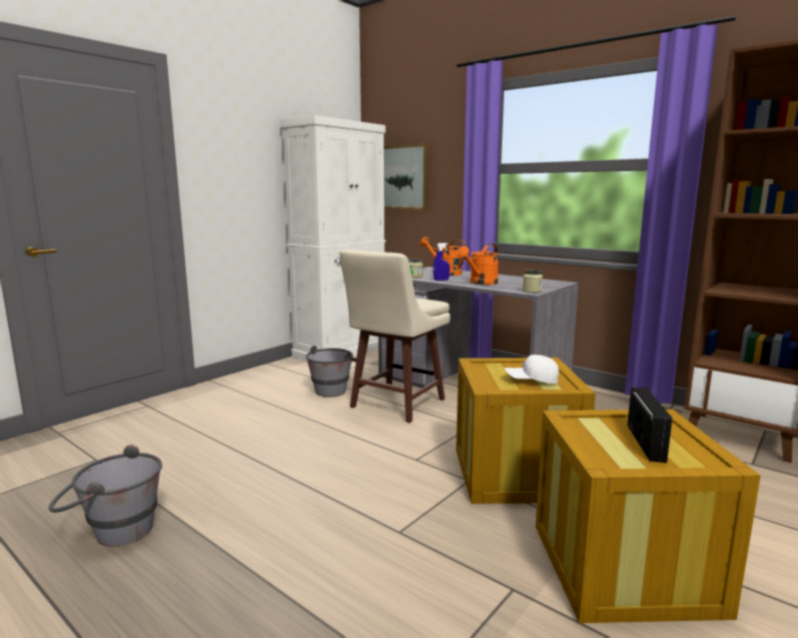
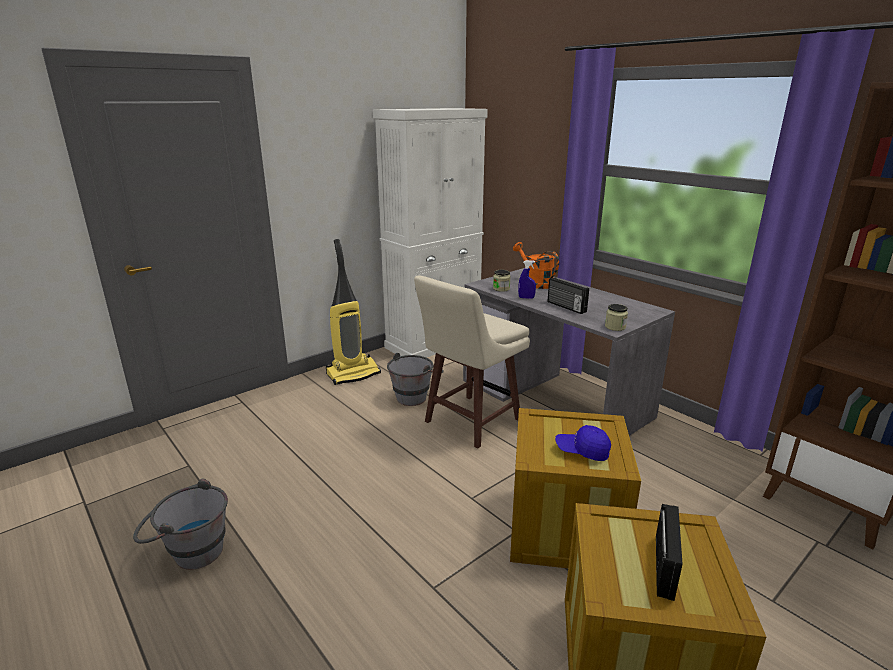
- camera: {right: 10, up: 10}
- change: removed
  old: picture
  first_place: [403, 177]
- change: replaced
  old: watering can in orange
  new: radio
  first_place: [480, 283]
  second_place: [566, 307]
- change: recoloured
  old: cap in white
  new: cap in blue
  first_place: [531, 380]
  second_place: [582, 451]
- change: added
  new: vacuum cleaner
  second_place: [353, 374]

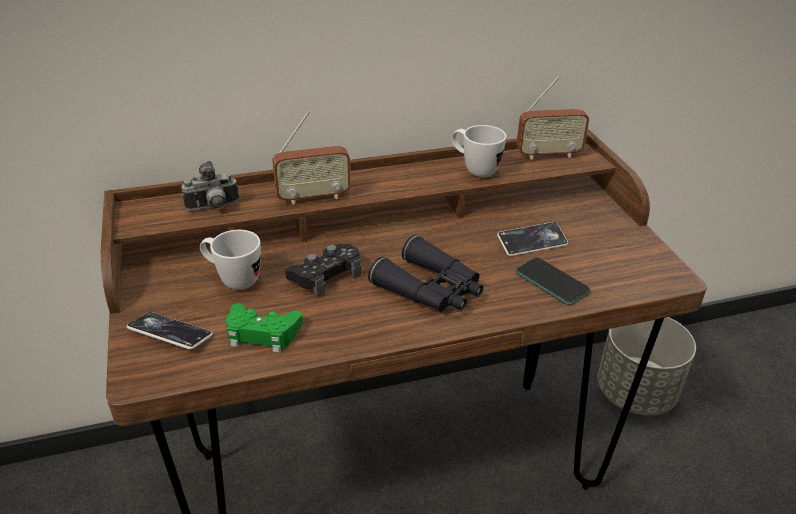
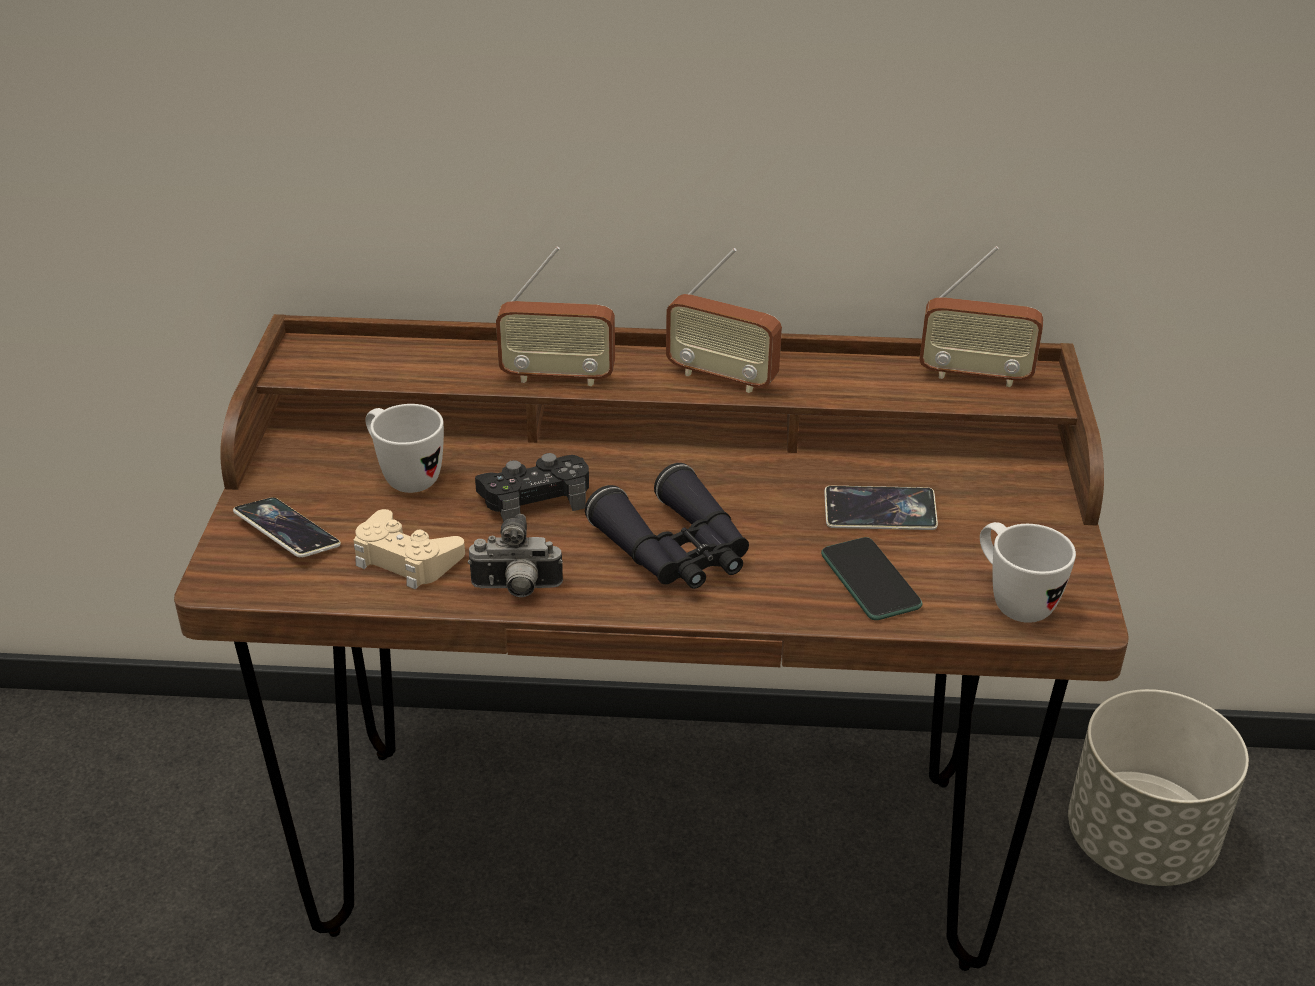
- camera: {right: 20, up: 0}
- change: moved
  old: mug in white
  first_place: [474, 169]
  second_place: [1012, 600]
- change: moved
  old: photo camera
  first_place: [213, 207]
  second_place: [516, 589]
- change: recoloured
  old: game controller in green
  new: game controller in beige
  first_place: [262, 333]
  second_place: [405, 559]
- change: added
  new: radio
  second_place: [722, 377]

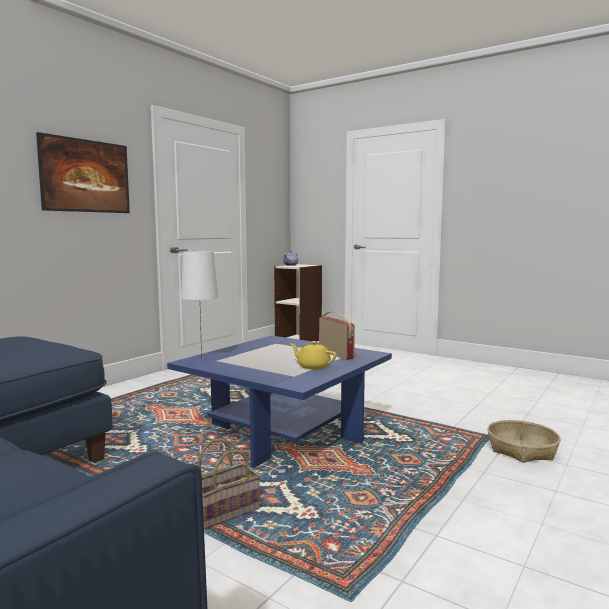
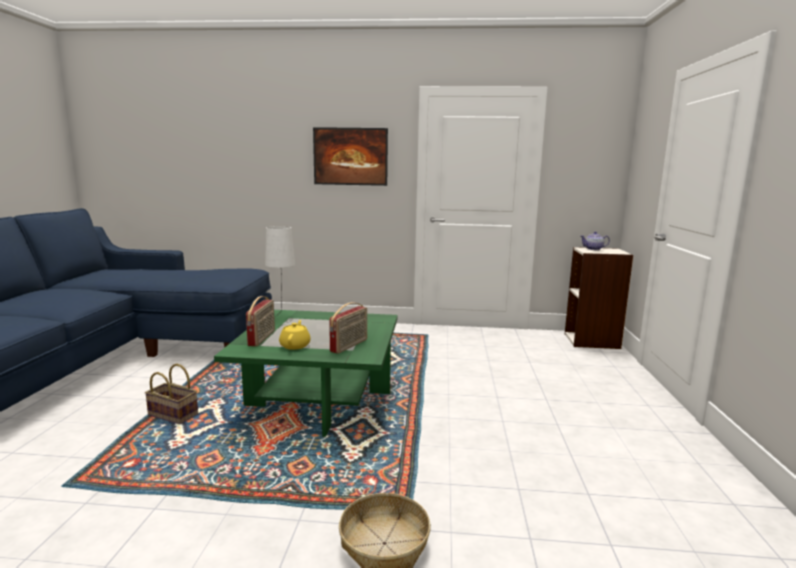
- camera: {right: 60, up: 5}
- change: recoloured
  old: coffee table in blue
  new: coffee table in green
  first_place: [284, 434]
  second_place: [319, 400]
- change: added
  new: radio
  second_place: [262, 338]

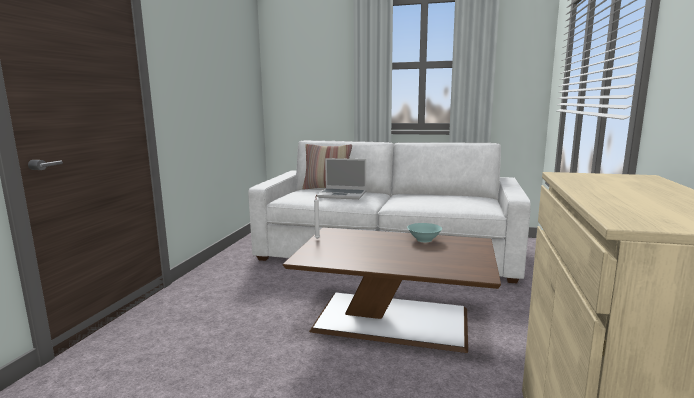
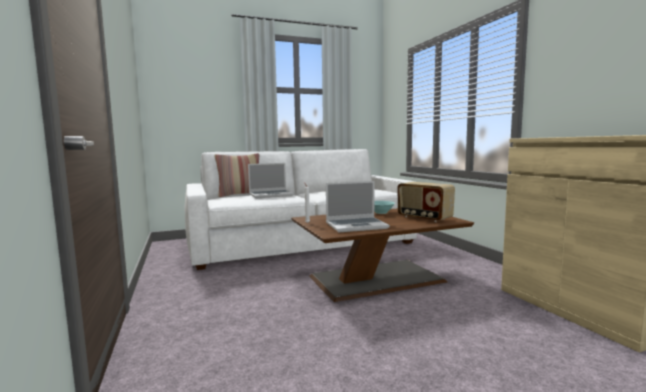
- camera: {right: -35, up: -5}
- change: added
  new: laptop
  second_place: [357, 226]
- change: added
  new: radio
  second_place: [424, 218]

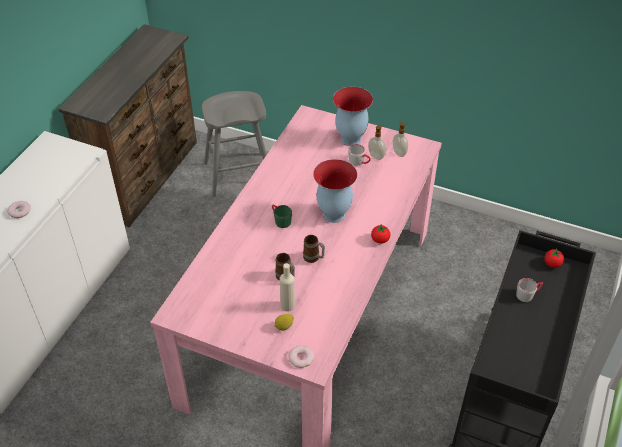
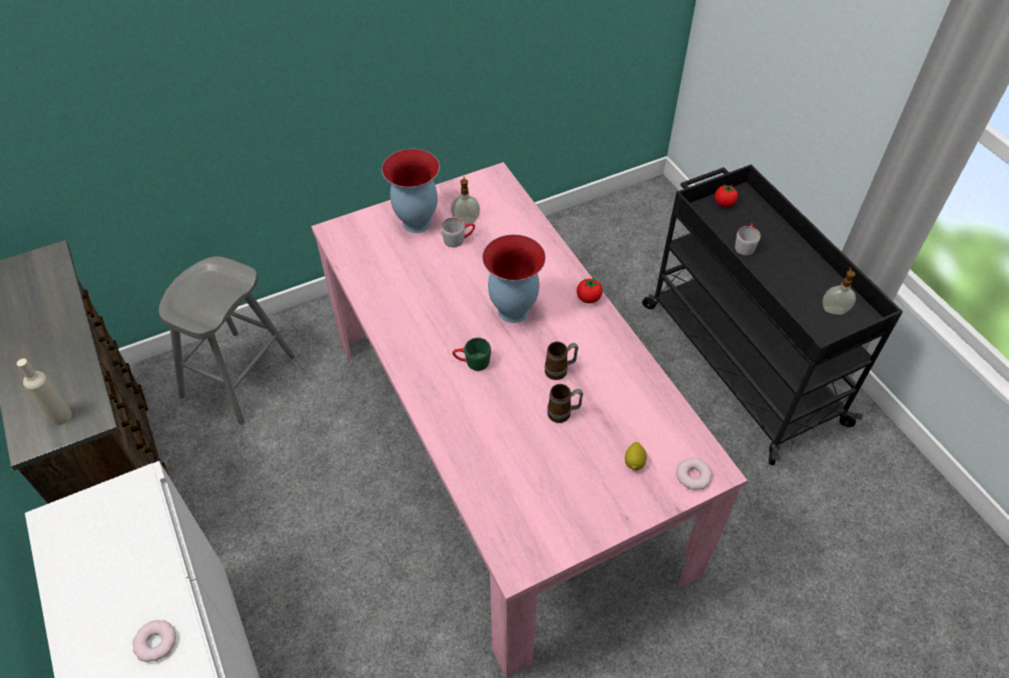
- camera: {right: -50, up: 5}
- change: moved
  old: soap dispenser
  first_place: [399, 153]
  second_place: [834, 310]
- change: moved
  old: bottle in beige
  first_place: [287, 305]
  second_place: [60, 416]

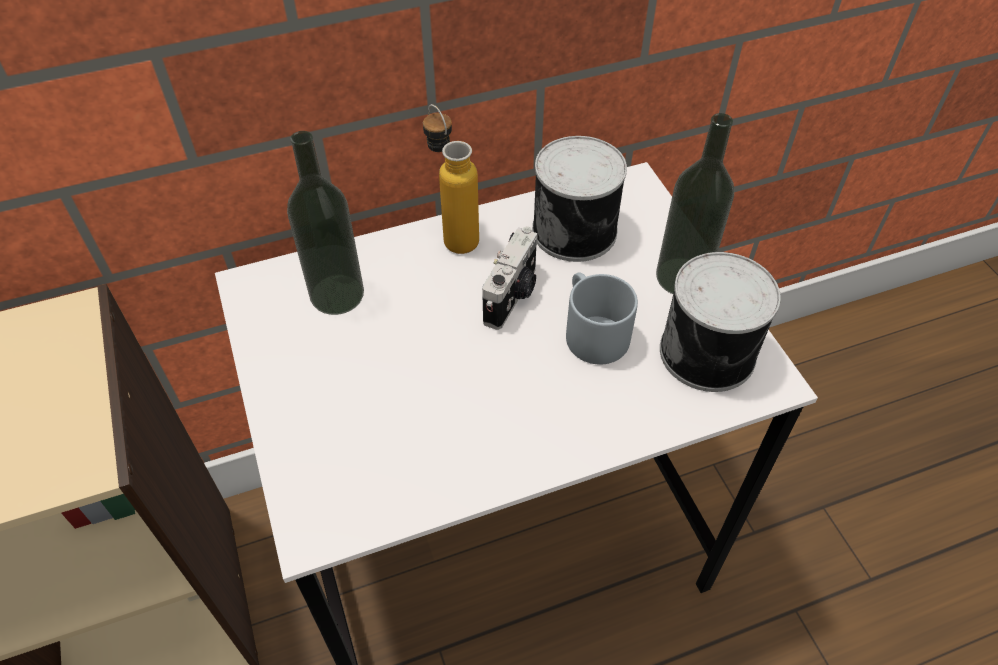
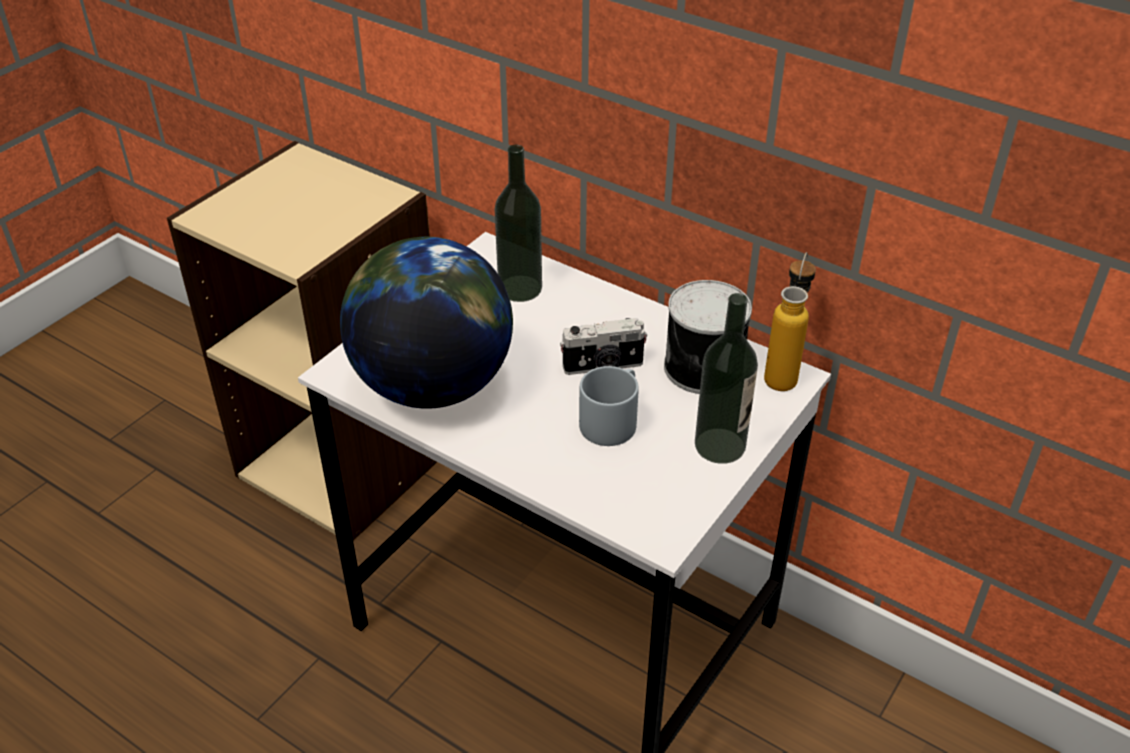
- camera: {right: 55, up: -10}
- change: moved
  old: bottle
  first_place: [453, 234]
  second_place: [783, 373]
- change: removed
  old: can
  first_place: [710, 353]
- change: added
  new: globe
  second_place: [432, 385]

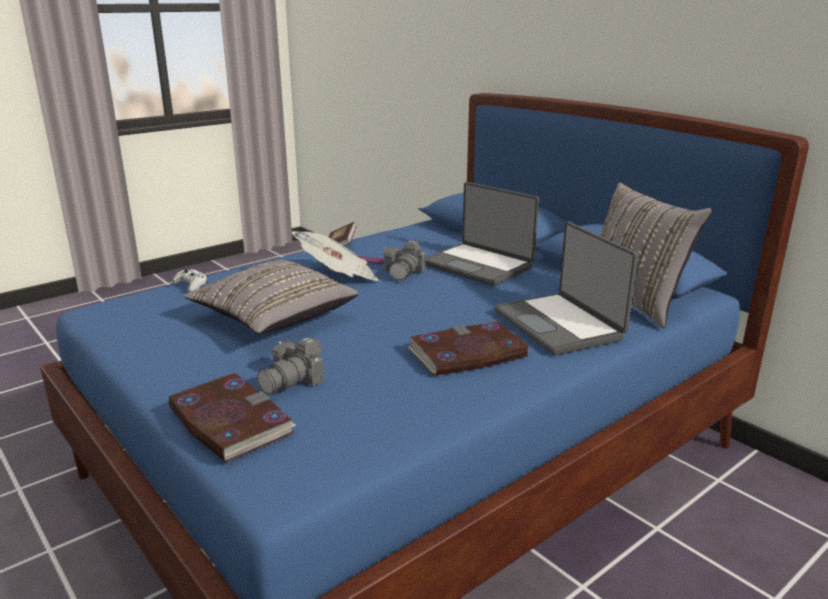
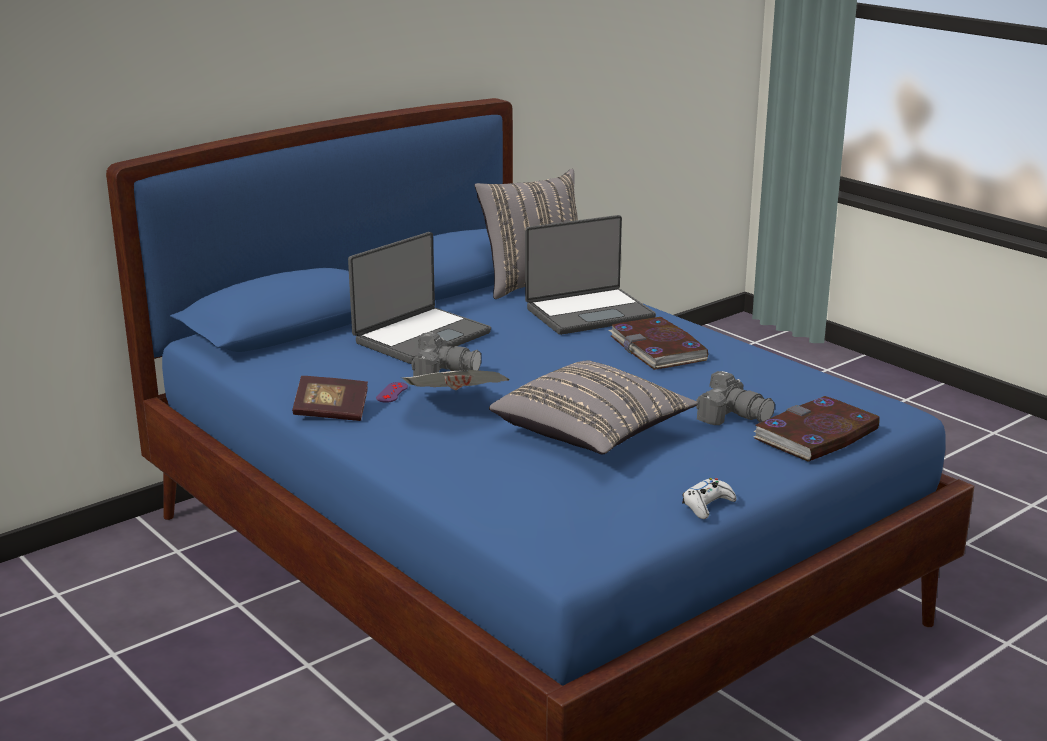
- camera: {right: -90, up: 0}
- change: moved
  old: game controller in white
  first_place: [191, 285]
  second_place: [707, 505]

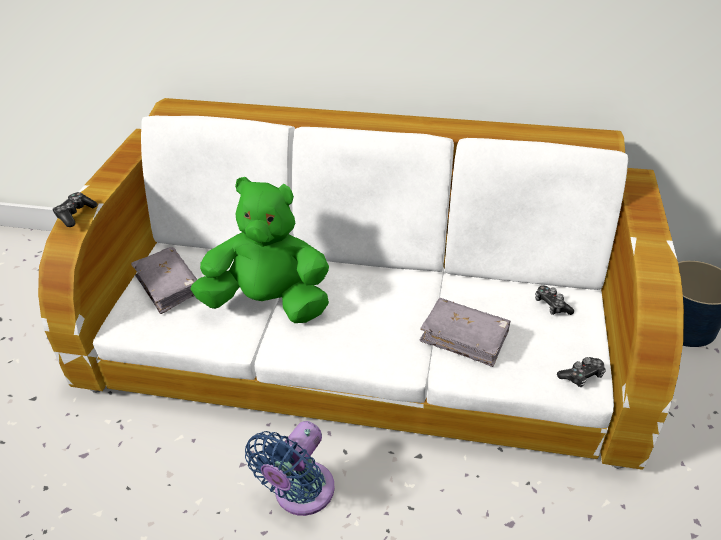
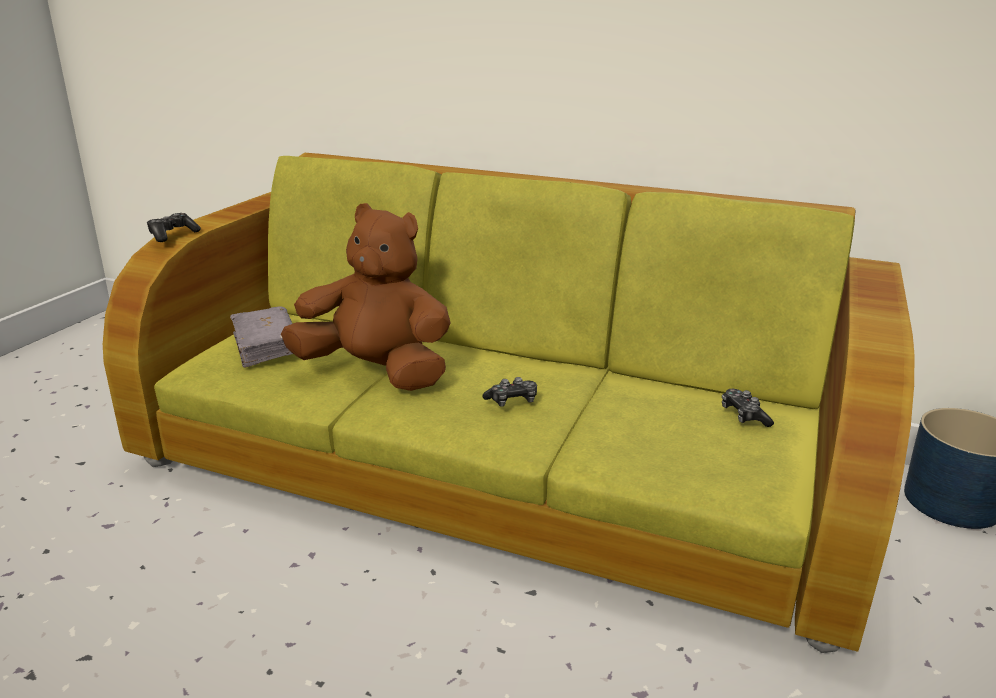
- camera: {right: 10, up: -15}
- change: recoloured
  old: sofa in white
  new: sofa in green
  first_place: [363, 344]
  second_place: [498, 464]
- change: recoloured
  old: plush toy in green
  new: plush toy in brown
  first_place: [269, 303]
  second_place: [376, 372]
- change: removed
  old: book in grey
  first_place: [464, 338]
- change: moved
  old: game controller
  first_place: [581, 376]
  second_place: [512, 401]
- change: removed
  old: fan in blue
  first_place: [300, 494]

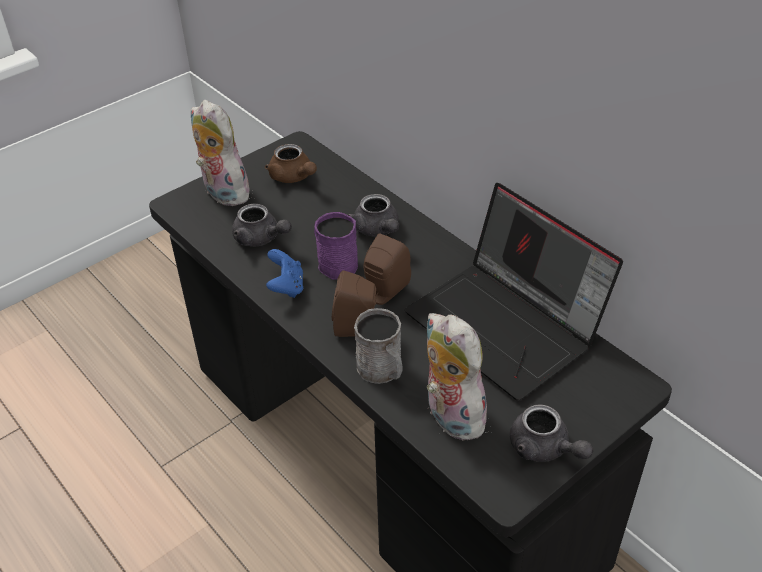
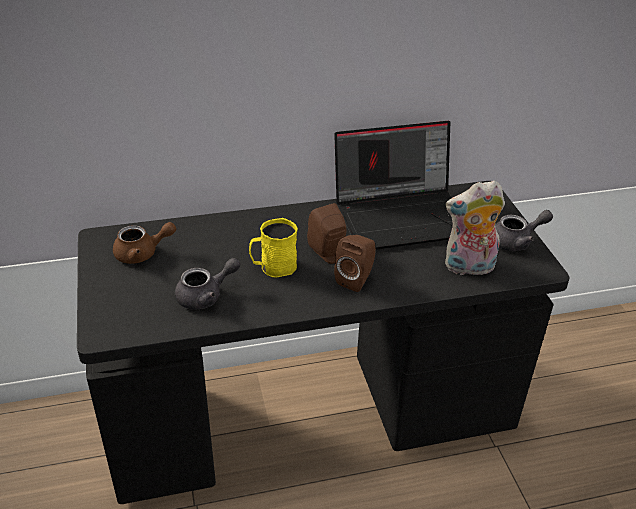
- camera: {right: -65, up: -5}
- change: removed
  old: plush toy
  first_place: [222, 193]
- change: removed
  old: teapot in grey
  first_place: [377, 230]
- change: recoloured
  old: mug in purple
  new: mug in yellow
  first_place: [334, 263]
  second_place: [273, 267]
- change: removed
  old: game controller in blue
  first_place: [286, 287]
- change: removed
  old: mug in grey
  first_place: [382, 371]

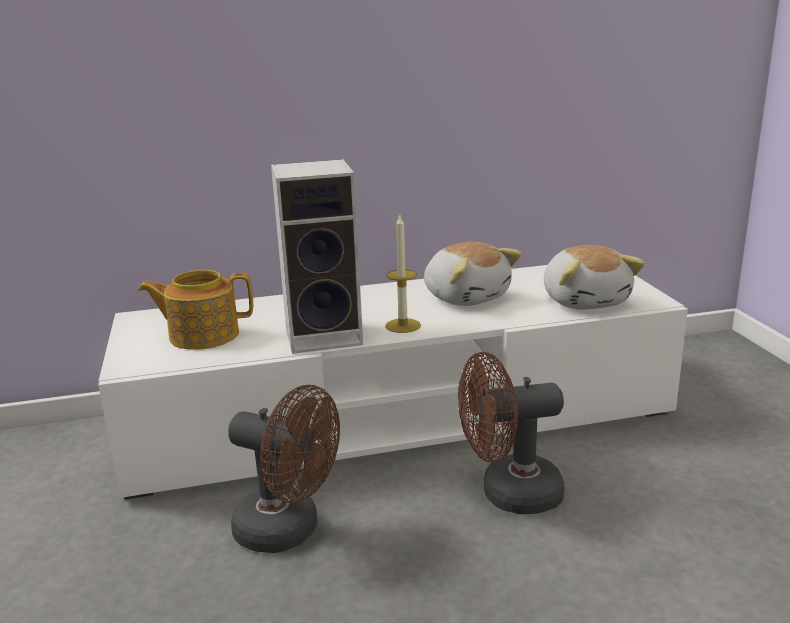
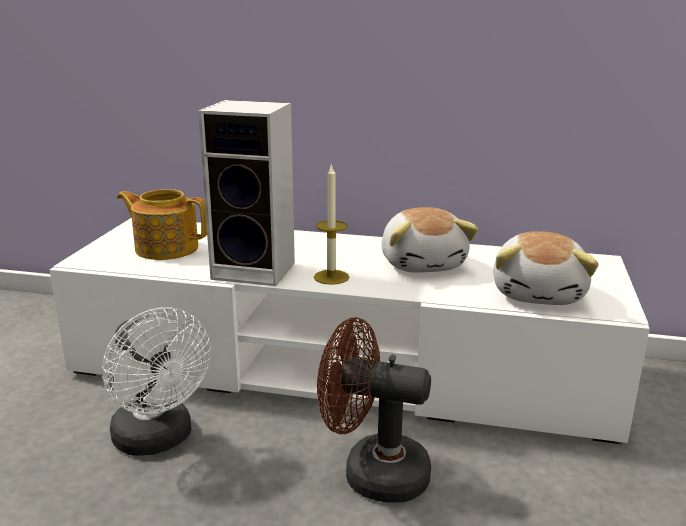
- camera: {right: 25, up: 0}
- change: recoloured
  old: fan in brown
  new: fan in white
  first_place: [289, 531]
  second_place: [158, 440]

